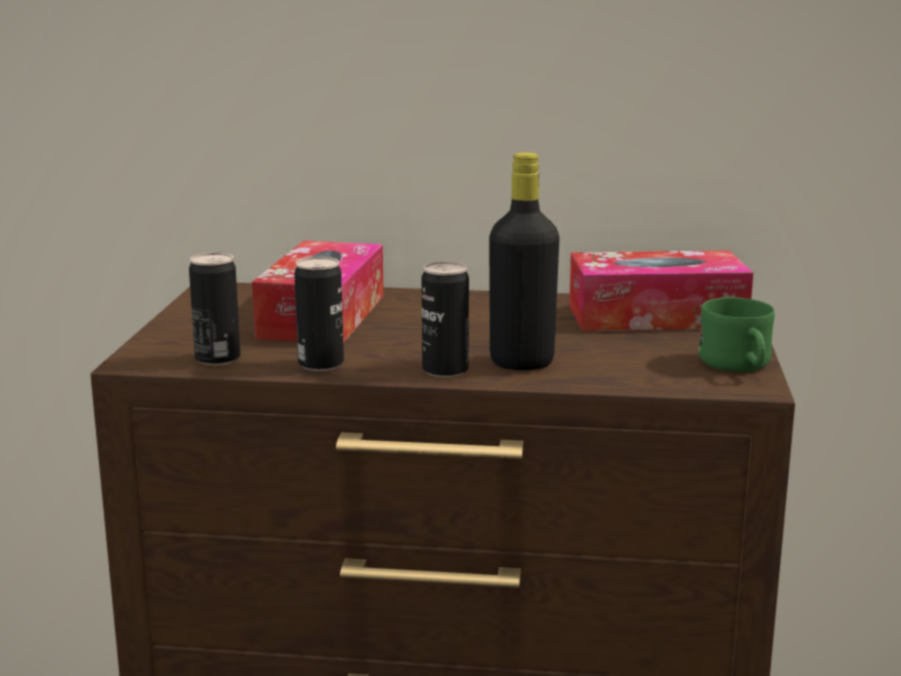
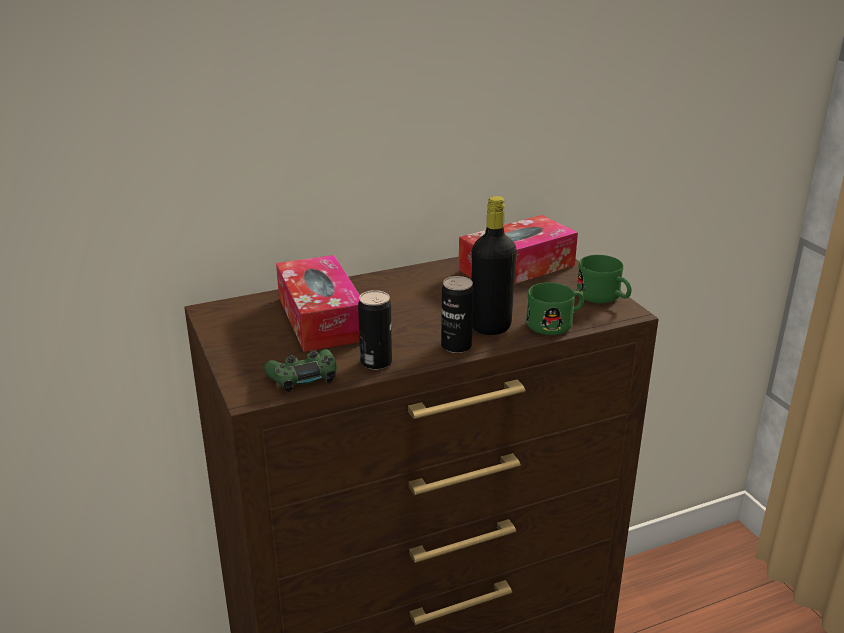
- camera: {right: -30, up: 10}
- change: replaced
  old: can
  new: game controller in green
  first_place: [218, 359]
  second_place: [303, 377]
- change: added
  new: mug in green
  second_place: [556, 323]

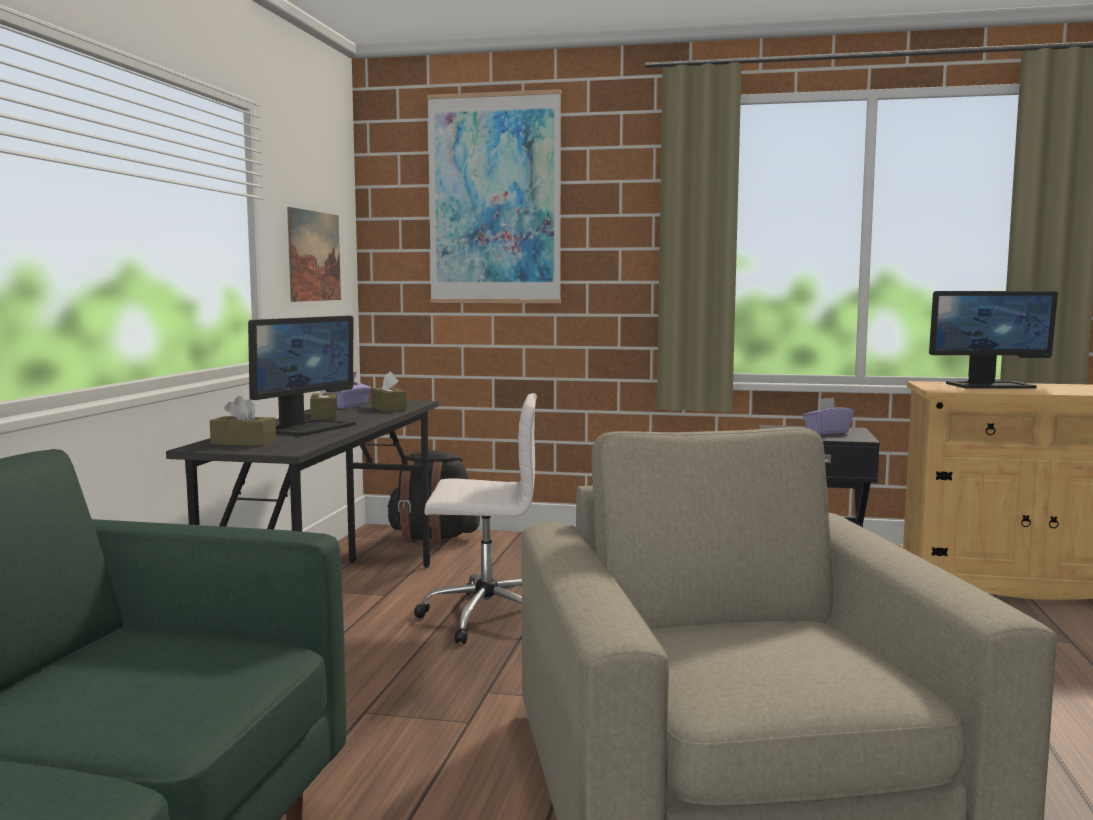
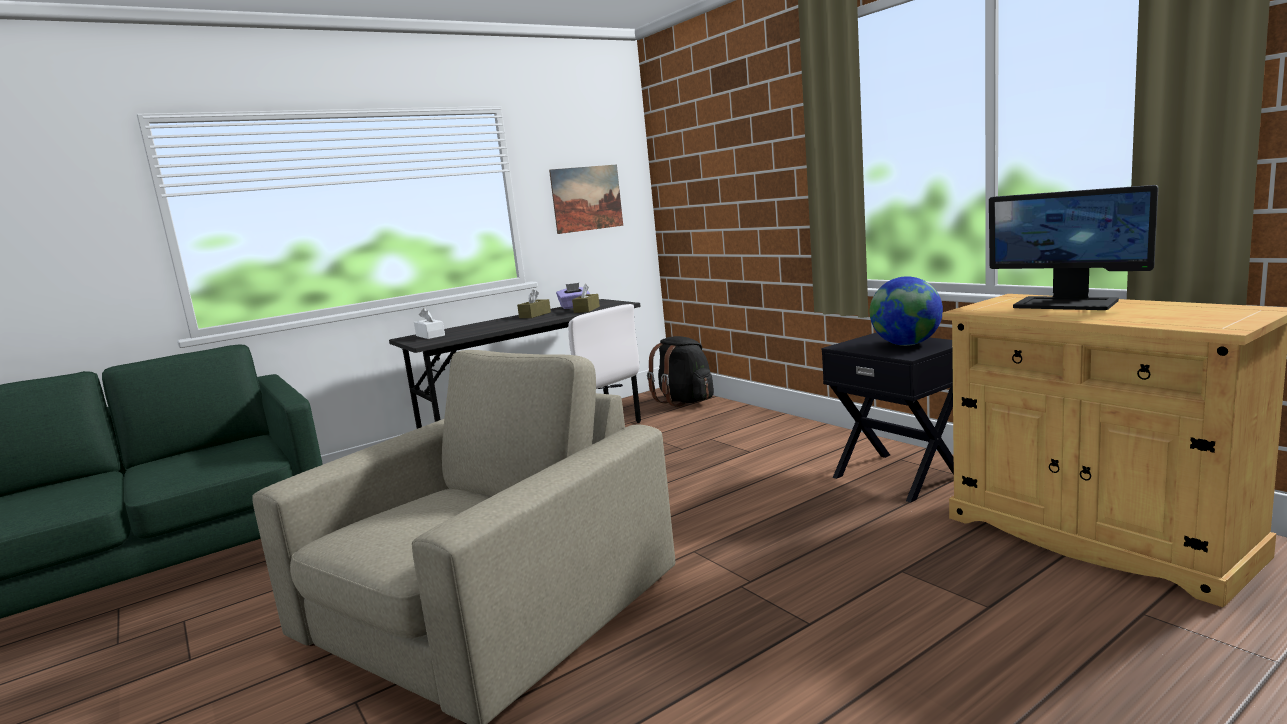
- camera: {right: 45, up: 5}
- change: removed
  old: picture
  first_place: [494, 199]
- change: removed
  old: monitor
  first_place: [308, 428]
- change: recoloured
  old: tissue box in brown
  new: tissue box in white
  first_place: [243, 443]
  second_place: [430, 335]
- change: replaced
  old: tissue box in purple
  new: globe
  first_place: [827, 432]
  second_place: [906, 344]

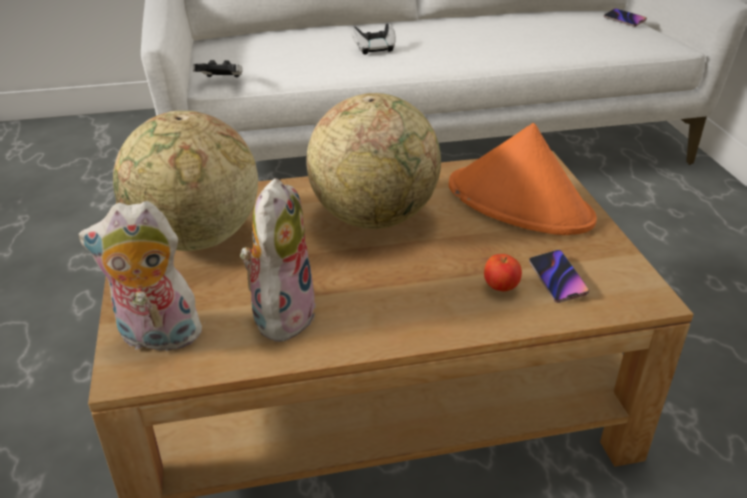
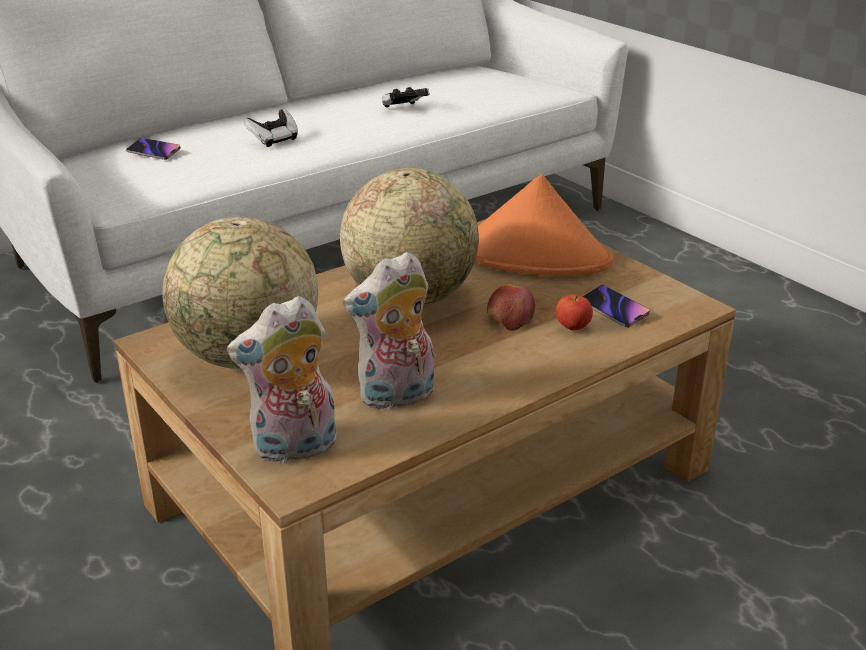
- camera: {right: -25, up: -5}
- change: moved
  old: phone
  first_place: [624, 20]
  second_place: [154, 152]
- change: moved
  old: game controller
  first_place: [220, 81]
  second_place: [404, 109]
- change: turned
  old: plush toy
  first_place: [281, 313]
  second_place: [396, 397]
  degrees: -105
- change: added
  new: apple
  second_place: [510, 317]

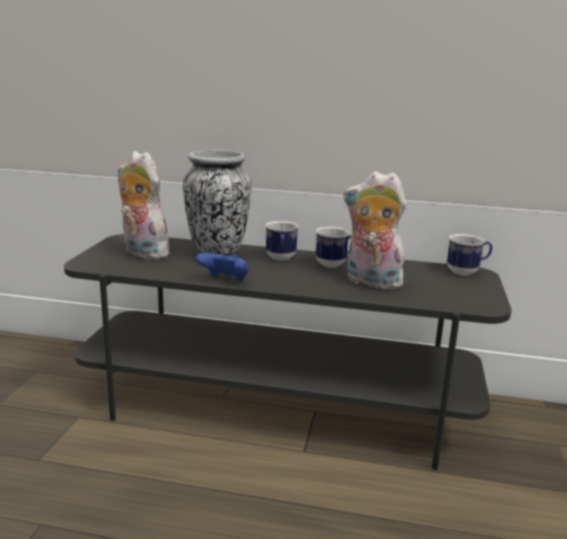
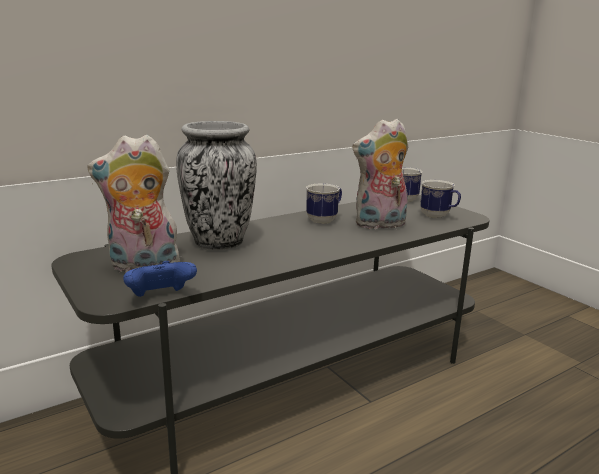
- camera: {right: -45, up: 0}
- change: moved
  old: mug
  first_place: [281, 259]
  second_place: [438, 216]
- change: moved
  old: game controller in blue
  first_place: [225, 281]
  second_place: [160, 297]

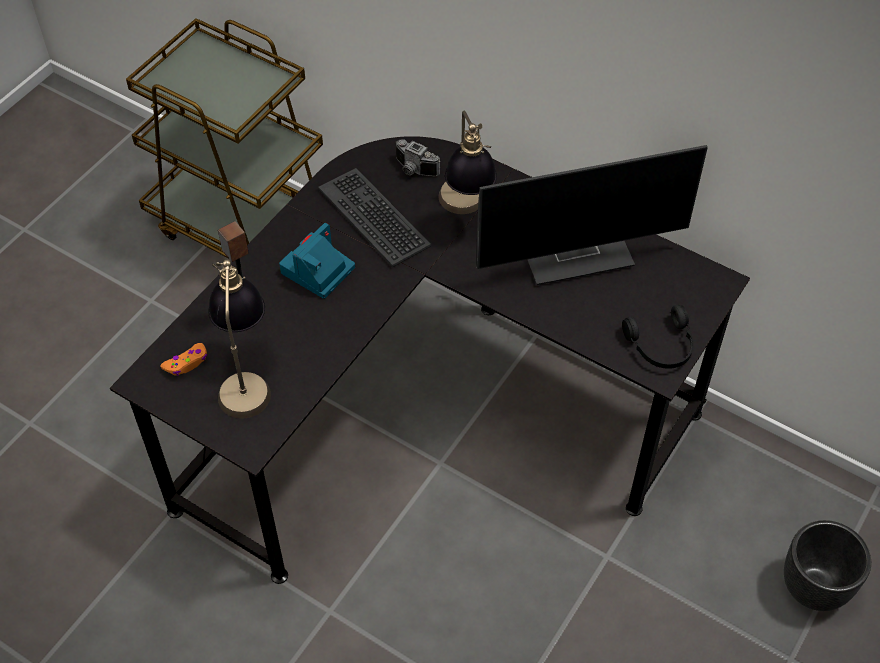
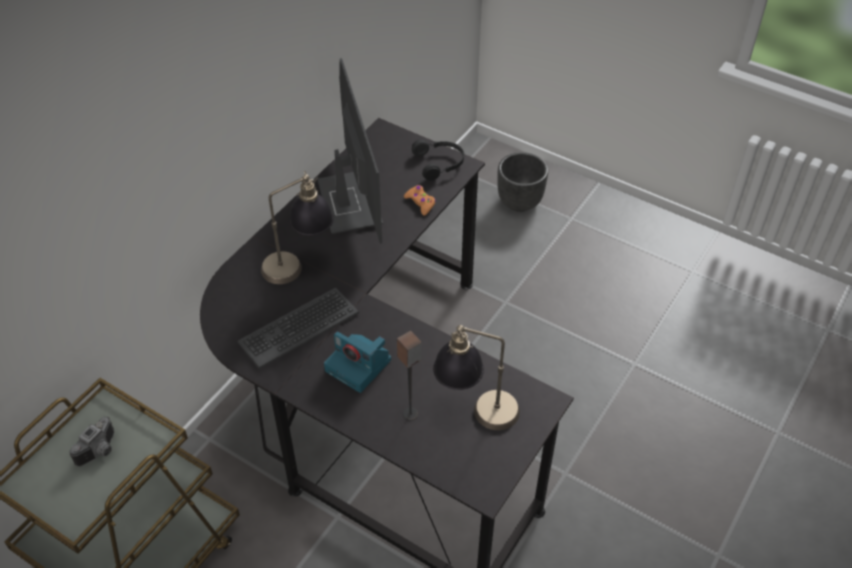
- camera: {right: -90, up: -5}
- change: moved
  old: photo camera
  first_place: [414, 170]
  second_place: [100, 451]
- change: moved
  old: game controller in orange
  first_place: [187, 363]
  second_place: [420, 203]

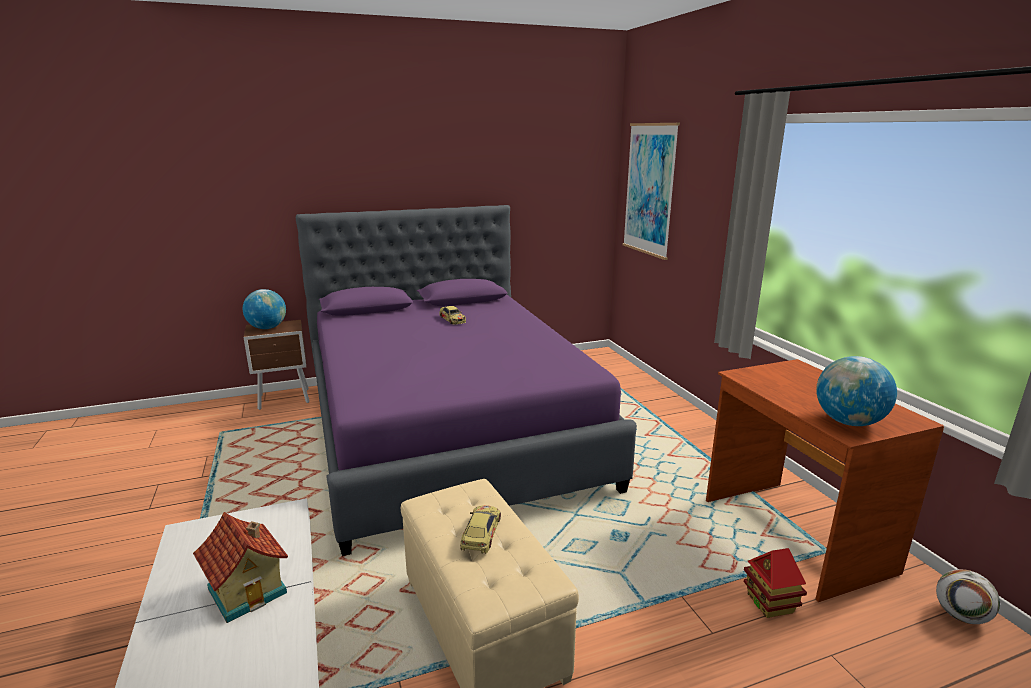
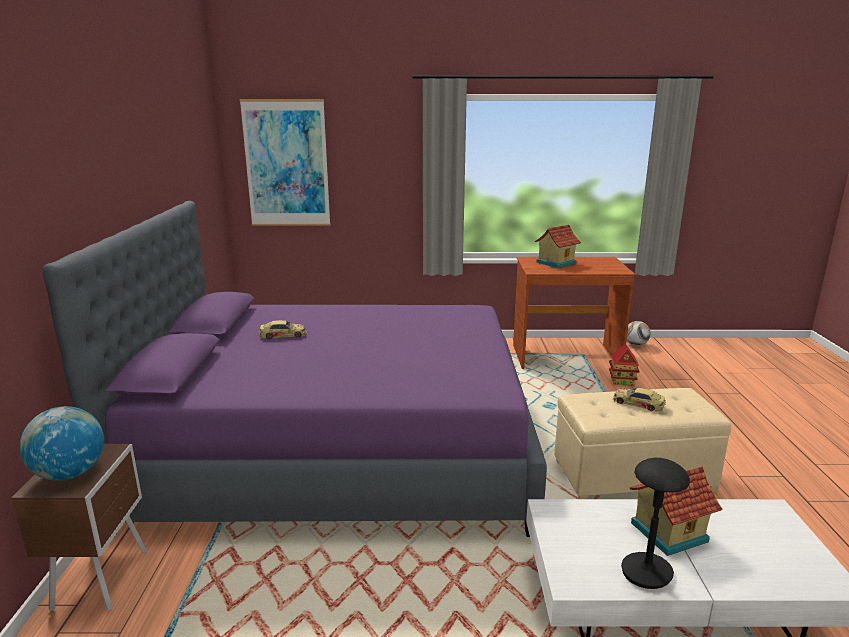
- camera: {right: -70, up: 0}
- change: removed
  old: globe
  first_place: [848, 422]
- change: added
  new: toy house
  second_place: [555, 262]
- change: added
  new: table lamp in black
  second_place: [646, 572]

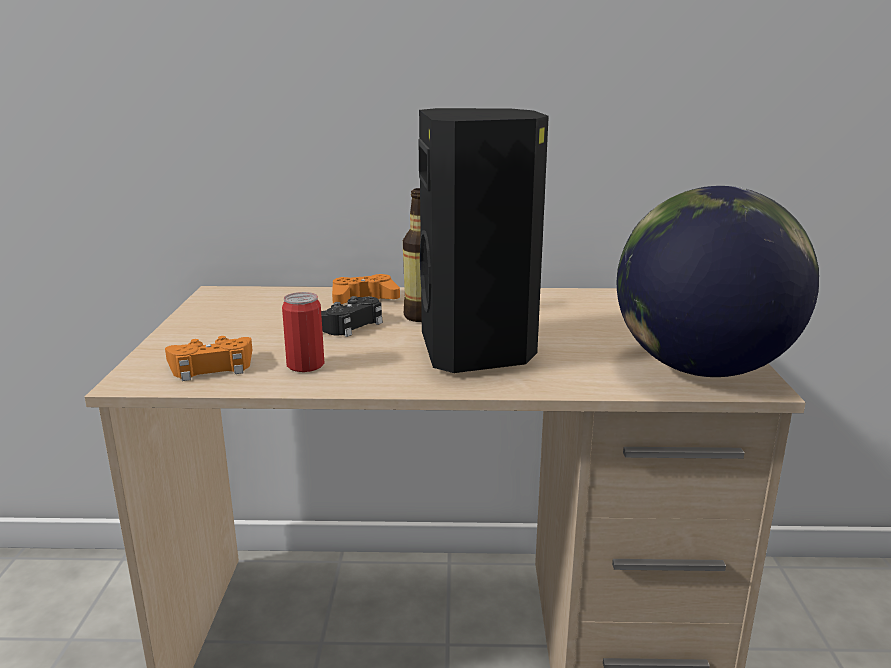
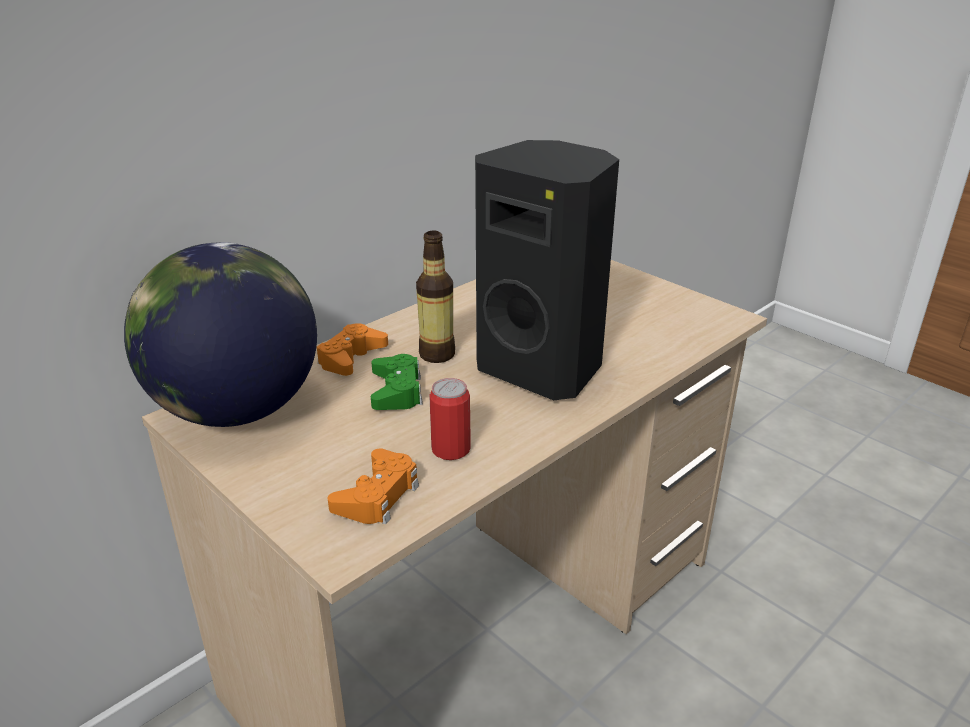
- camera: {right: -45, up: 10}
- change: moved
  old: globe
  first_place: [702, 369]
  second_place: [238, 411]
- change: recoloured
  old: game controller in black
  new: game controller in green
  first_place: [349, 324]
  second_place: [397, 391]

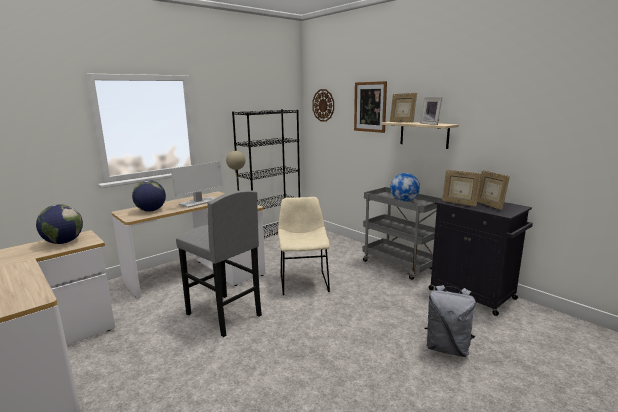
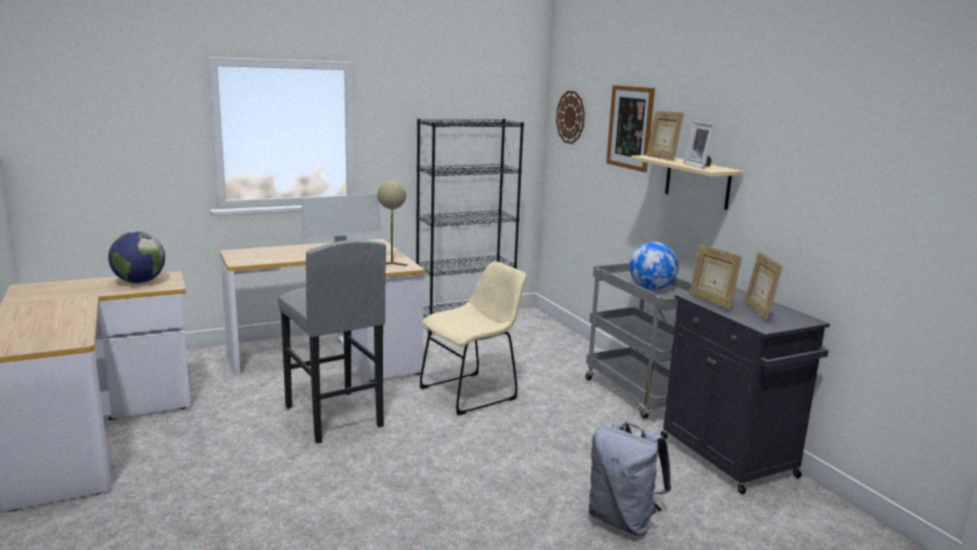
- camera: {right: 15, up: 0}
- change: removed
  old: globe
  first_place: [151, 210]
- change: turned
  old: chair in beige
  first_place: [303, 281]
  second_place: [472, 392]
  degrees: 45

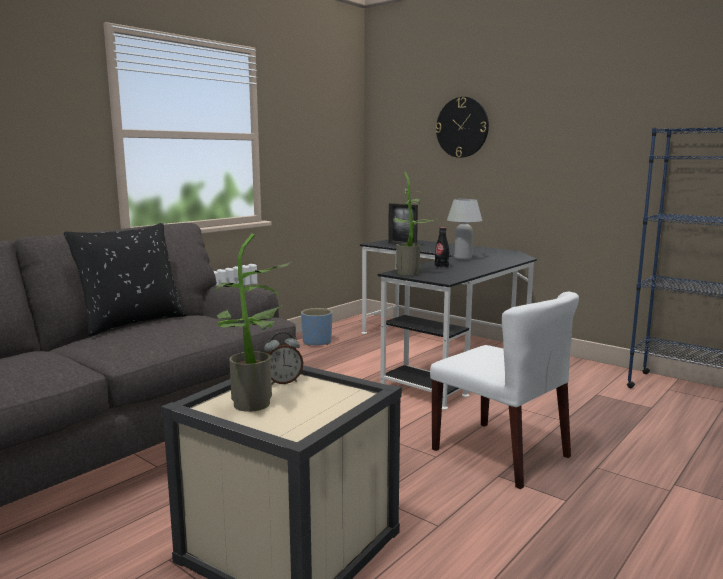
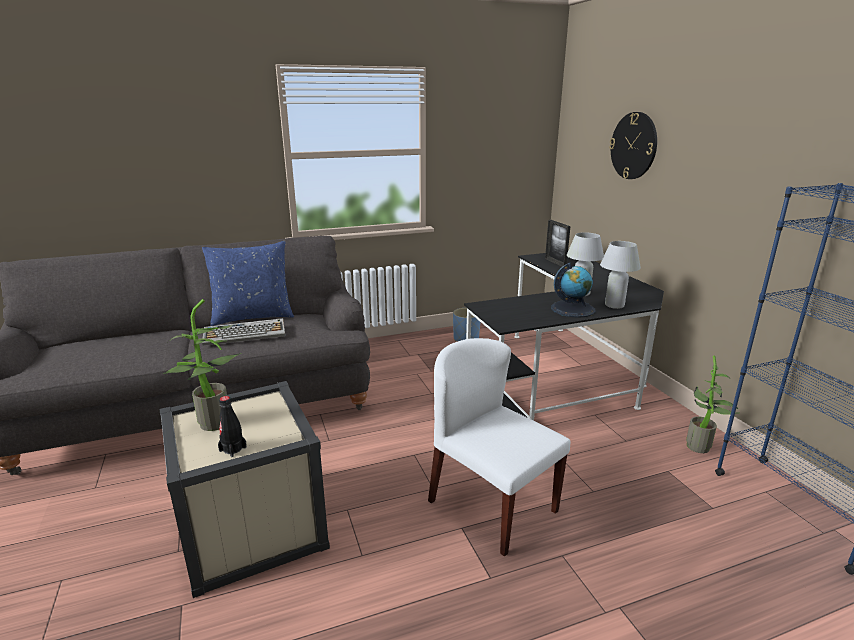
- camera: {right: 30, up: 10}
- change: moved
  old: potted plant
  first_place: [411, 273]
  second_place: [702, 448]
- change: recoloured
  old: pillow in black
  new: pillow in blue
  first_place: [132, 322]
  second_place: [253, 317]
- change: moved
  old: bottle in black
  first_place: [441, 267]
  second_place: [233, 449]
- change: turned
  old: chair in white
  first_place: [501, 453]
  second_place: [491, 505]
  degrees: 150
- change: removed
  old: alarm clock
  first_place: [283, 382]
- change: added
  new: table lamp in white
  second_place: [614, 305]
- change: added
  new: globe
  second_place: [573, 309]
- change: added
  new: keyboard
  second_place: [245, 333]

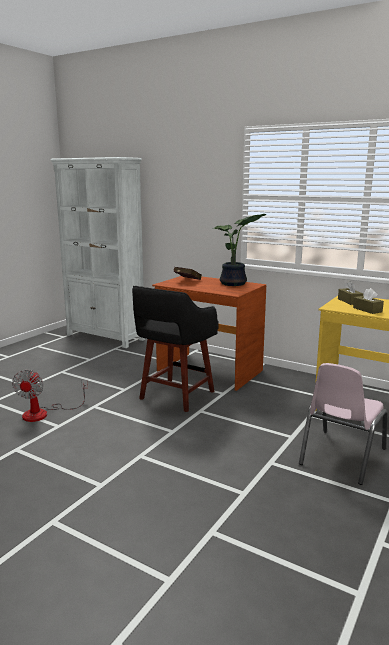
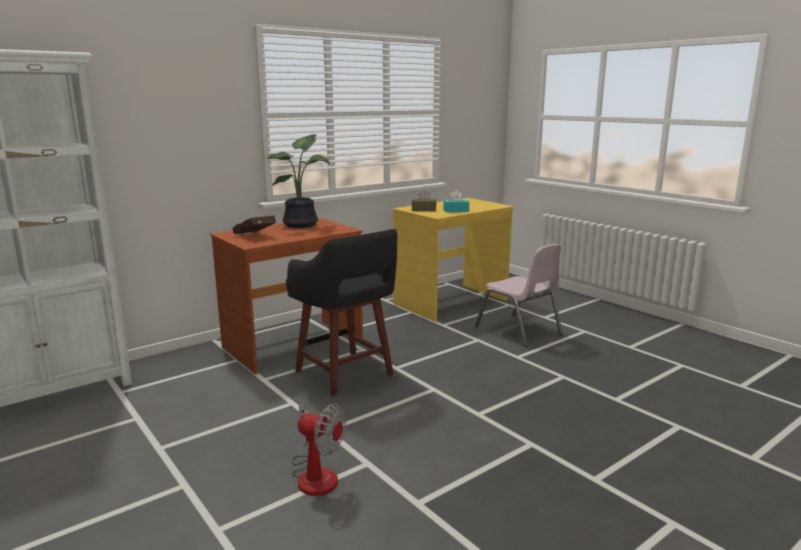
- camera: {right: -70, up: 0}
- change: recoloured
  old: tissue box in brown
  new: tissue box in turquoise
  first_place: [367, 310]
  second_place: [456, 211]

